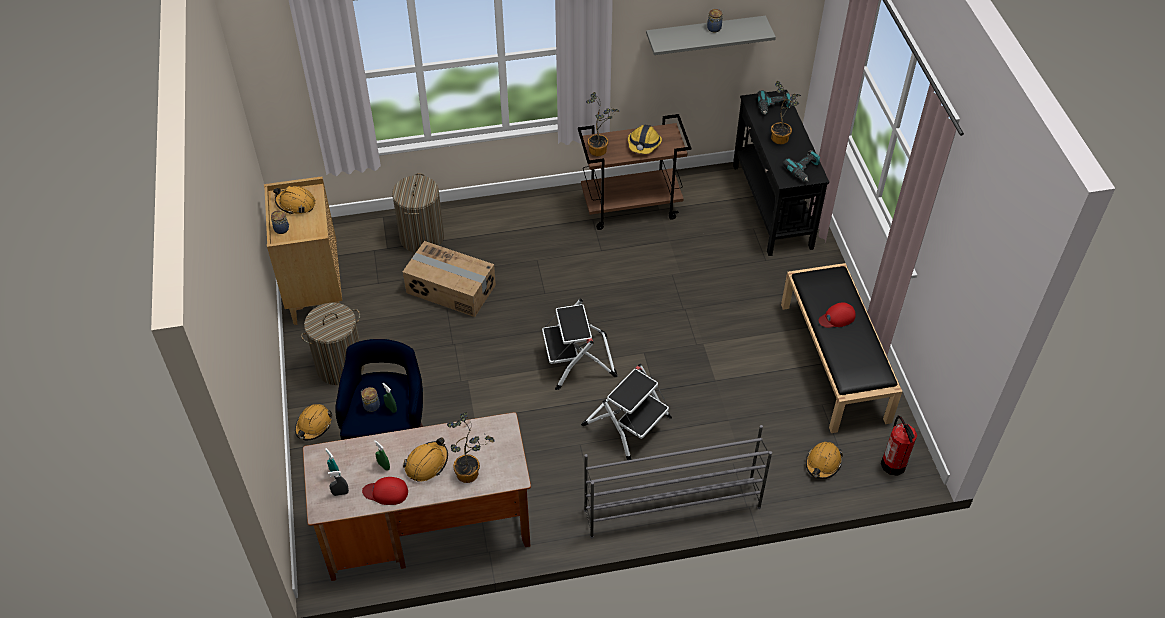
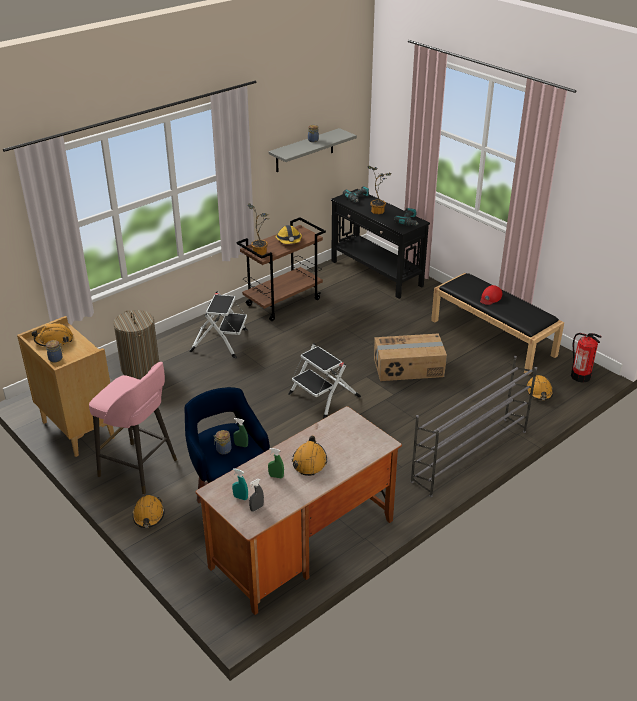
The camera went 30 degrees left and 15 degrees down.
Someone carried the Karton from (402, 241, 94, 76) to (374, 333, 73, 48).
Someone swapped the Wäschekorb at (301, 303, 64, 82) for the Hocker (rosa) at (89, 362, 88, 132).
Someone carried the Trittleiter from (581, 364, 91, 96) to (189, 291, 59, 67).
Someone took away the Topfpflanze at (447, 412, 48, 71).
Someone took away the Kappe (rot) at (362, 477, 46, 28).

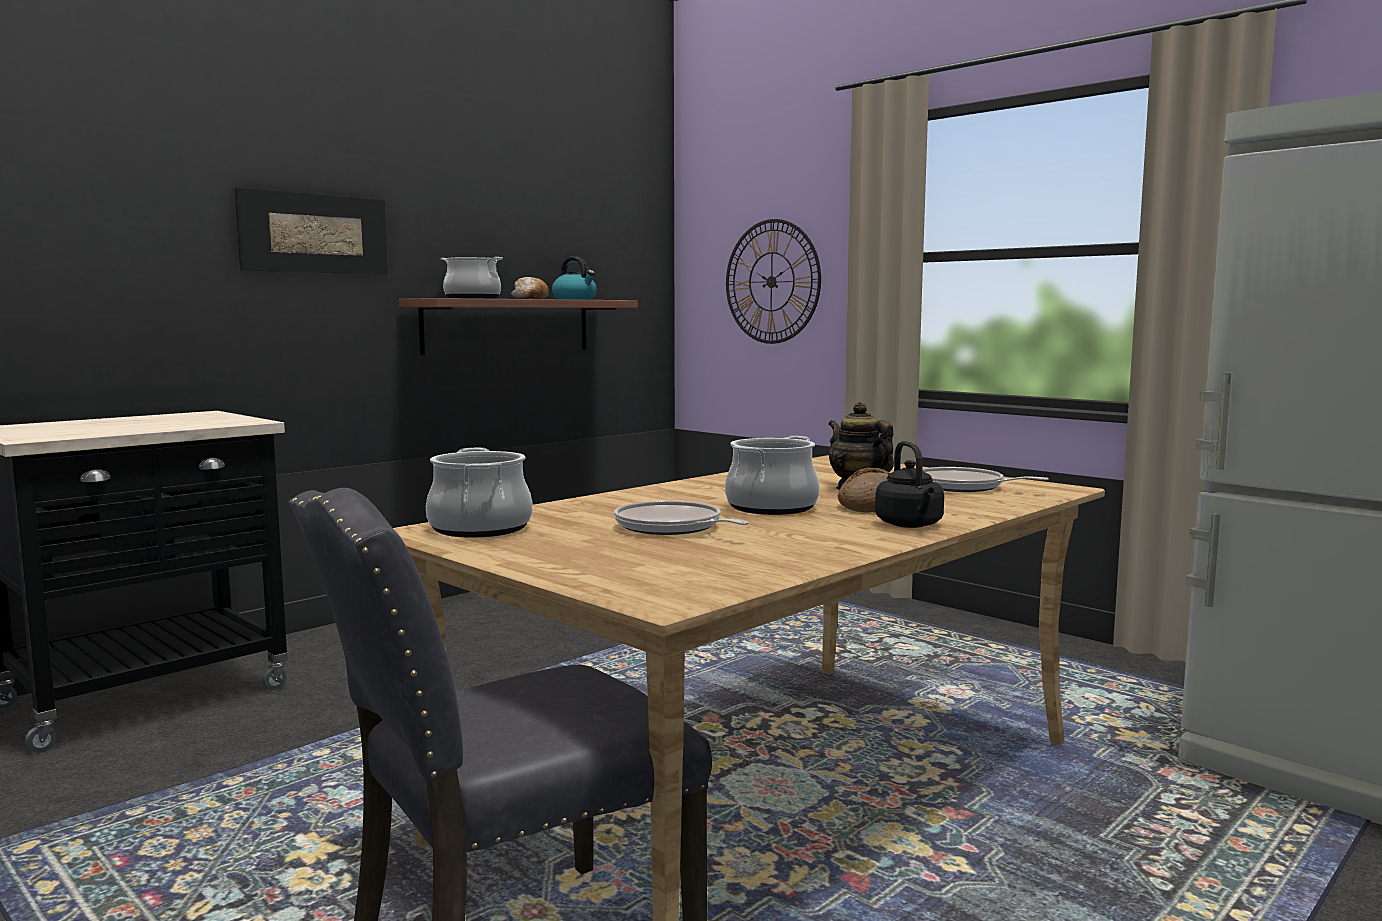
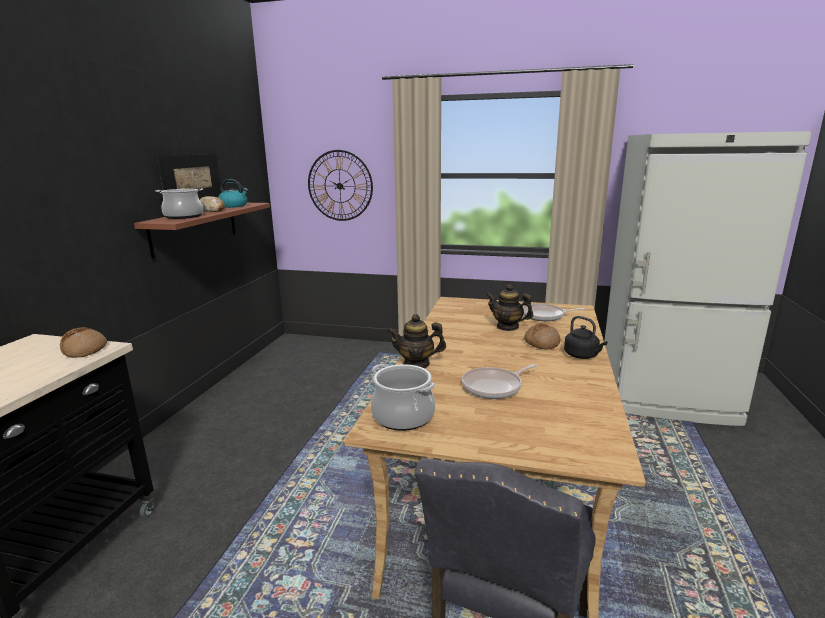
The camera went 30 degrees left and 10 degrees up.
Someone carried the Bild from (235, 188, 153, 87) to (157, 154, 64, 45).
Someone took away the Kochtopf at (725, 436, 95, 79).
Someone rotated the Pfanne at (614, 500, 135, 35) by 45 degrees counterclockwise.
Someone put down the Teekanne at (387, 314, 59, 55).
Someone put down the Brot at (60, 327, 47, 31).

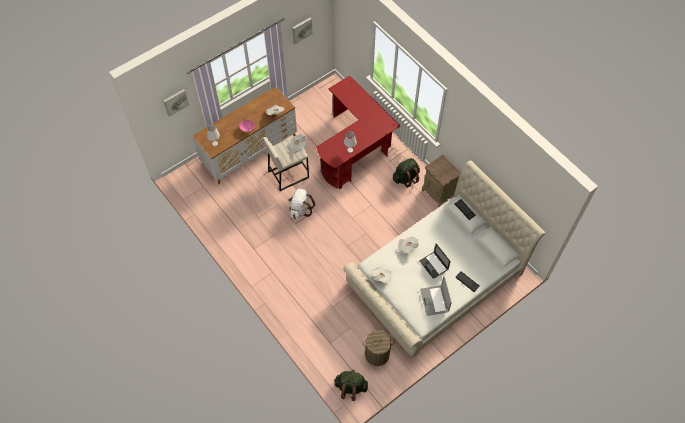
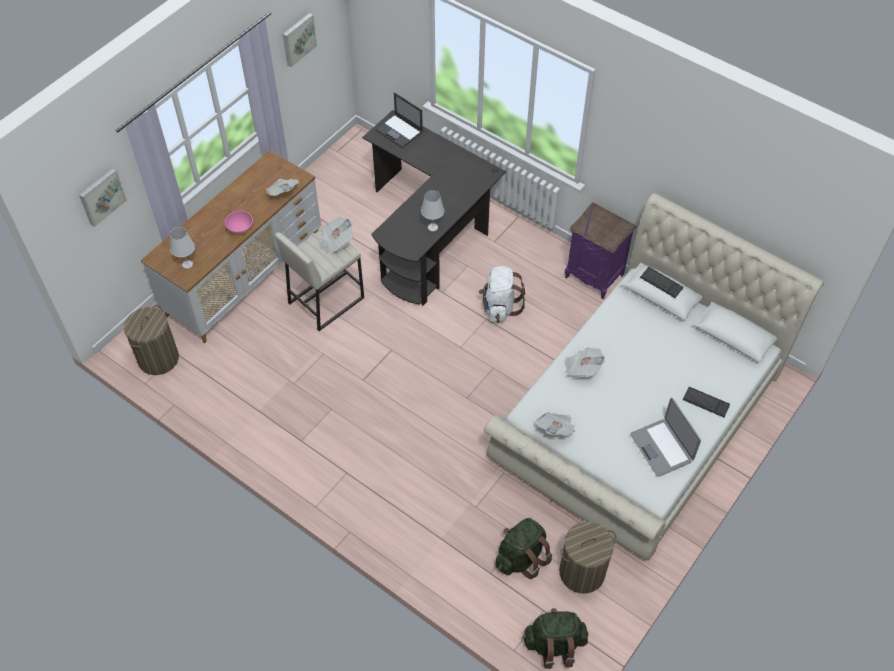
The camera went 15 degrees left and 5 degrees down.
Someone repainted the Schreibtisch (rot) at (316, 76, 84, 114), which became the Schreibtisch (schwarz) at (362, 110, 144, 196).
Someone repainted the Nachttisch (beige) at (422, 155, 39, 52), which became the Nachttisch (lila) at (565, 202, 72, 97).
Someone carried the Rucksack (grün) from (393, 158, 27, 30) to (495, 518, 57, 61).
Someone carried the Rucksack (weiß) from (288, 189, 27, 30) to (479, 266, 46, 57).
Someone carried the Laptop from (419, 244, 32, 35) to (375, 92, 48, 56).
Someone put down the Wäschekorb at (124, 305, 55, 70).

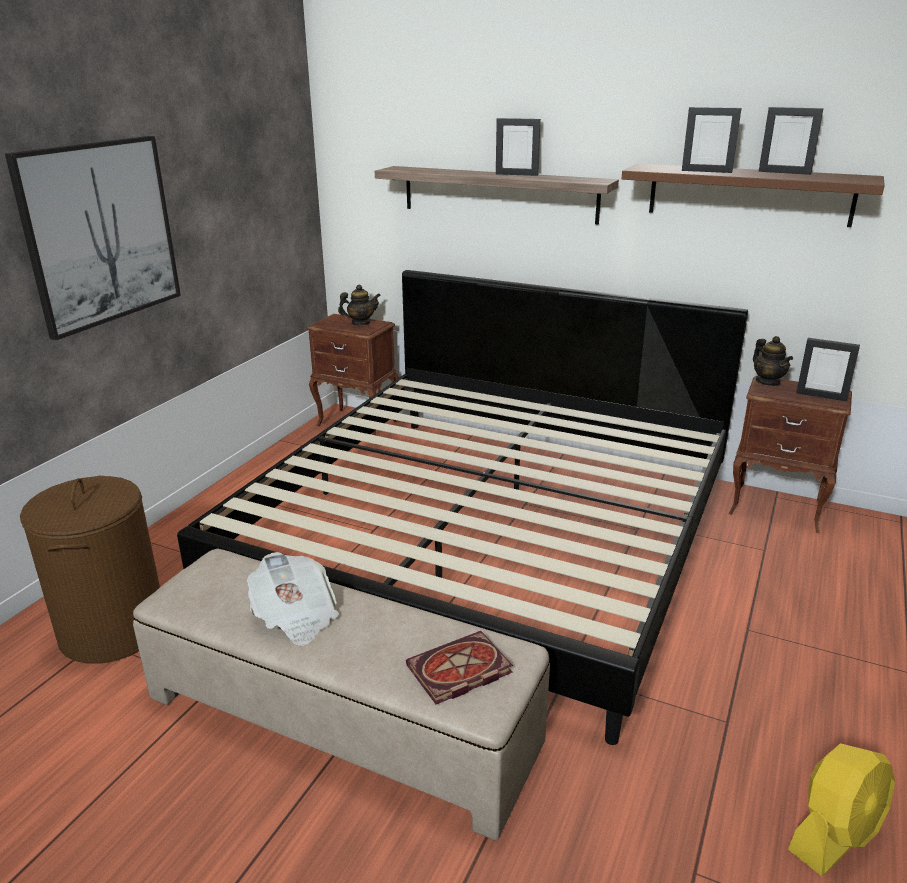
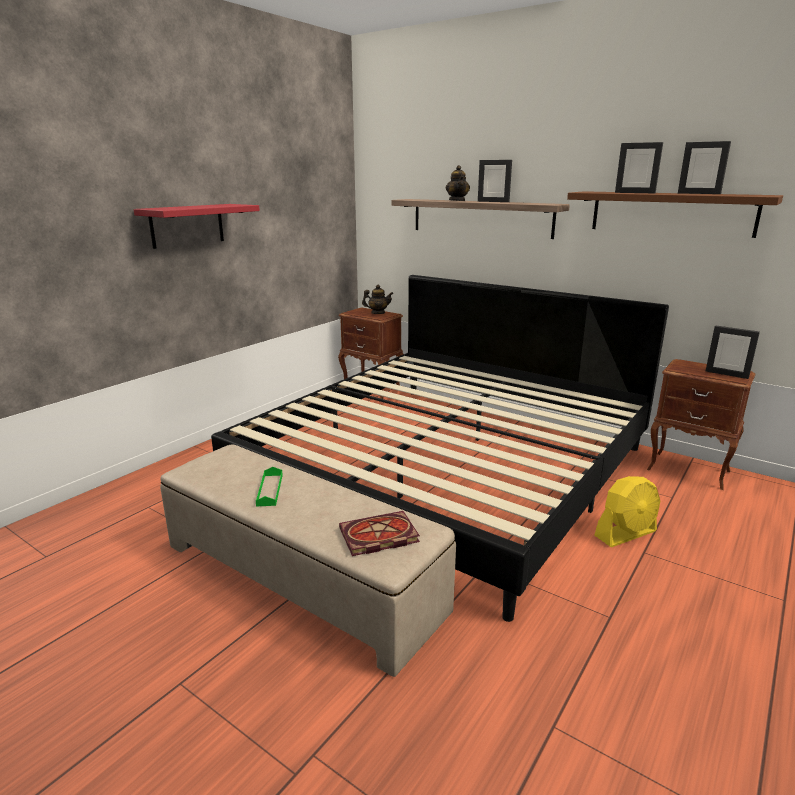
The camera went 10 degrees right and 5 degrees down.
Someone swapped the Bild at (5, 136, 176, 204) for the Wandregal (rot) at (133, 204, 127, 45).
Someone carried the Teekanne from (753, 336, 40, 50) to (446, 165, 24, 36).
Someone took away the Wäschekorb (braun) at (20, 476, 140, 188).
Someone swapped the Zeitung at (247, 552, 92, 94) for the Tablett (grün) at (256, 467, 27, 39).
Someone carried the Ventilator (gelb) from (788, 743, 107, 134) to (594, 476, 66, 71).

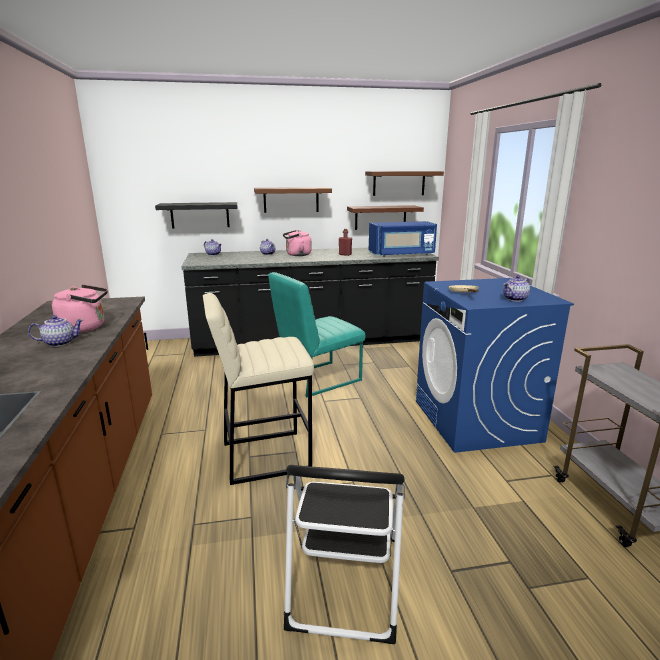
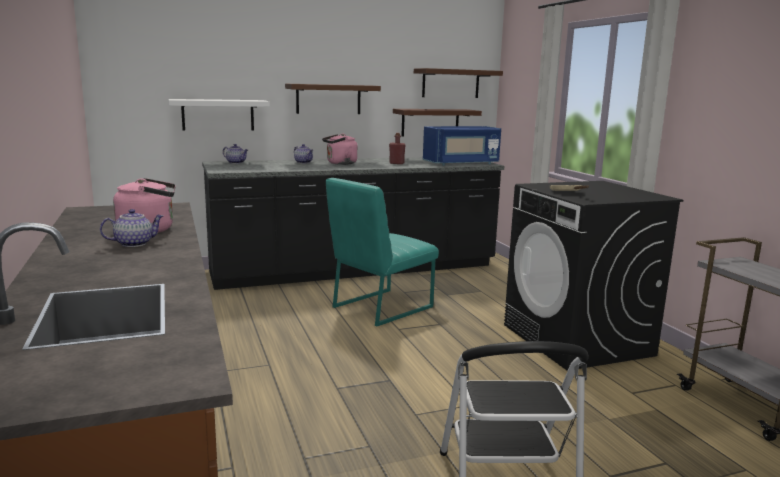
The camera went 10 degrees left and 5 degrees down.
Someone repainted the Wandregal (schwarz) at (155, 202, 82, 27), which became the Wandregal (weiß) at (168, 99, 102, 32).
Someone took away the Teekanne at (503, 275, 27, 26).
Someone repainted the Waschmaschine (blau) at (416, 278, 158, 175), which became the Waschmaschine (schwarz) at (504, 181, 179, 190).
Someone took away the Hocker (beige) at (203, 293, 111, 192).

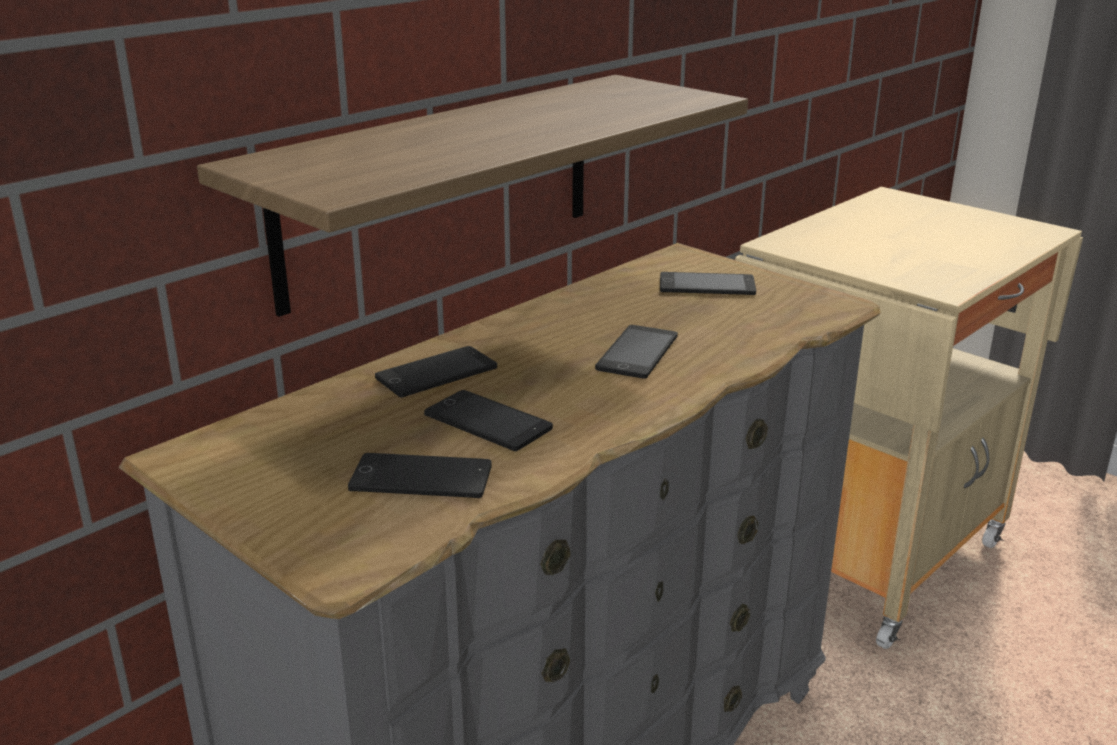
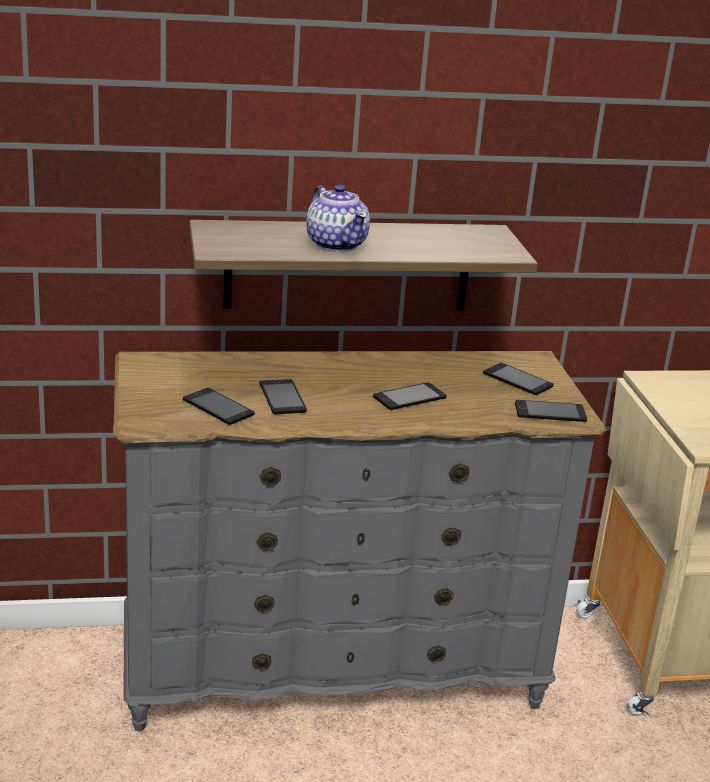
The camera went 35 degrees right and 0 degrees up.
Someone carried the Handy from (375, 346, 122, 52) to (515, 400, 72, 22).
Someone put down the Teekanne at (306, 185, 64, 67).

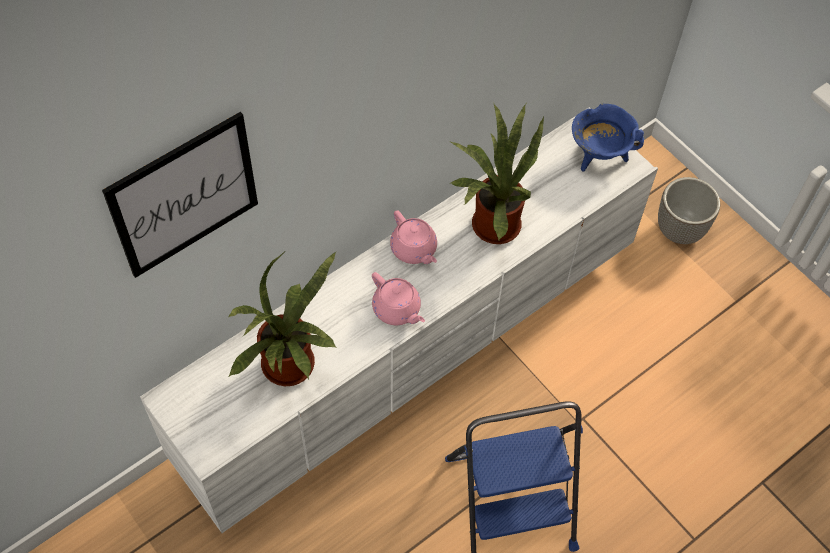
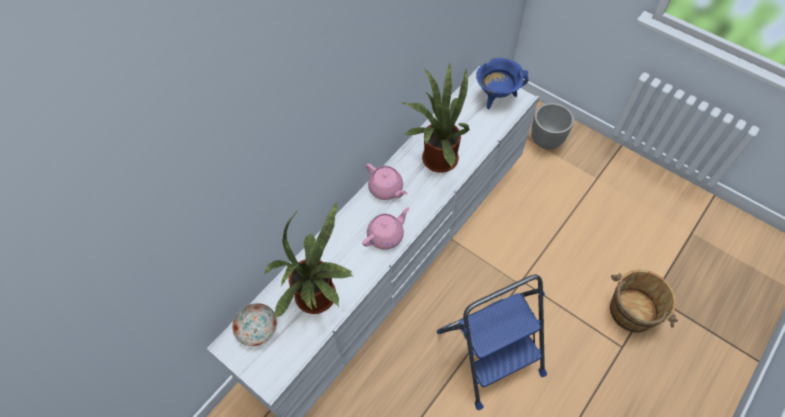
The camera went 10 degrees left and 0 degrees up.
Someone took away the Bild at (102, 112, 156, 166).
Someone rotated the Teekanne (rosa) at (372, 272, 53, 53) by 75 degrees counterclockwise.
Someone put down the Eimer (braun) at (610, 270, 68, 62).
Someone put down the Teller at (232, 303, 45, 43).

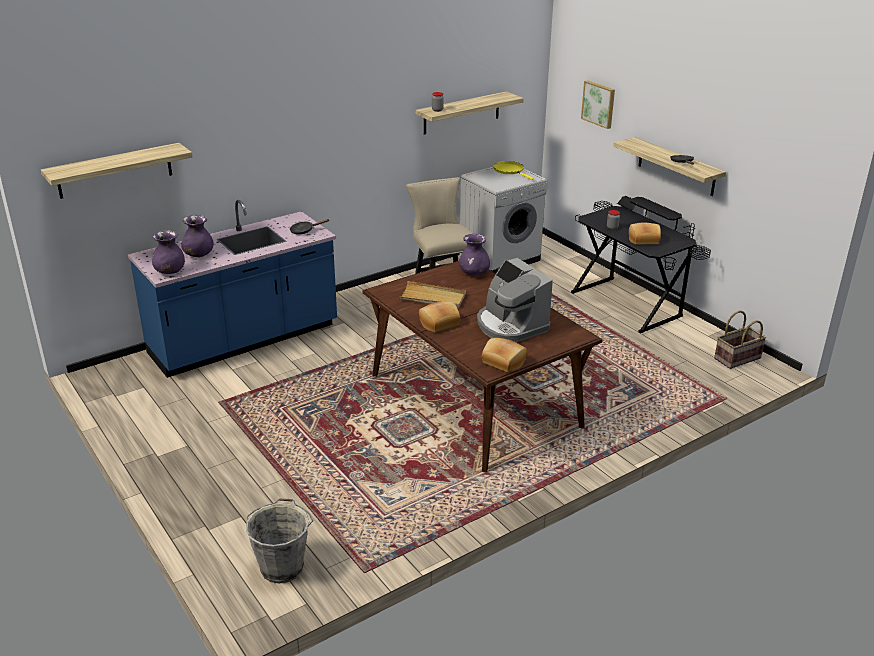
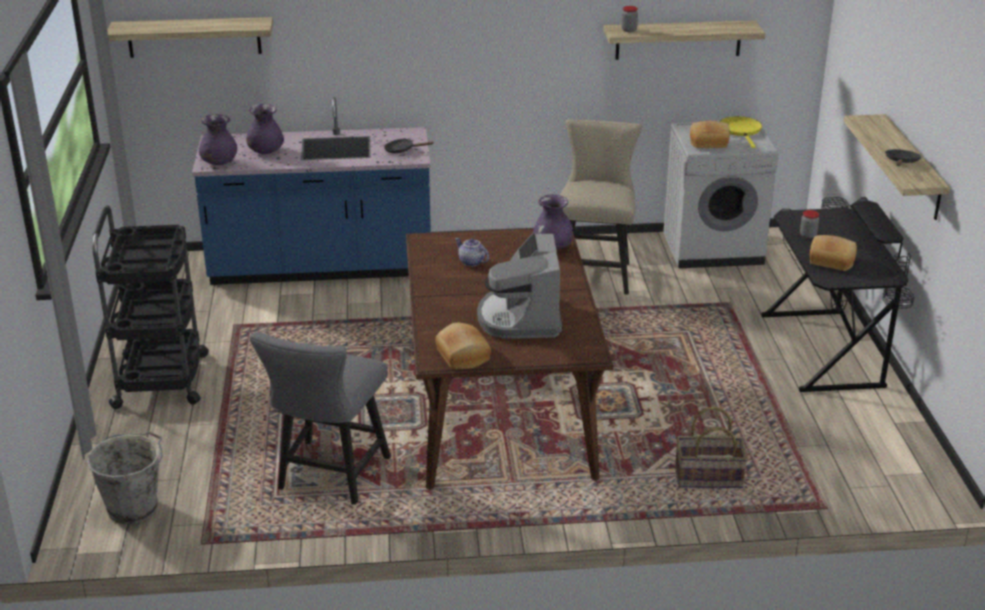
The camera went 30 degrees right and 0 degrees up.
Someone took away the Bild at (581, 80, 34, 49).
Someone swapped the Tablett (beige) at (398, 281, 68, 27) for the Teekanne at (455, 238, 34, 29).
Someone carried the Brot from (419, 301, 42, 31) to (690, 121, 40, 27).
Someone carried the Korb from (714, 310, 52, 59) to (675, 407, 73, 81).
Someone put down the Rollwagen (schwarz) at (92, 205, 117, 204).
Someone put down the Stuhl (grau) at (250, 332, 141, 172).

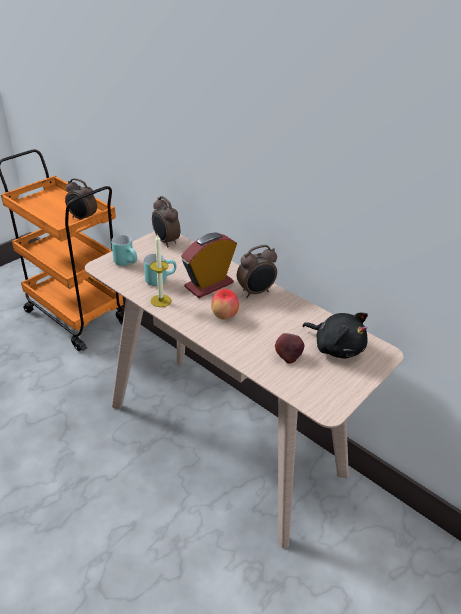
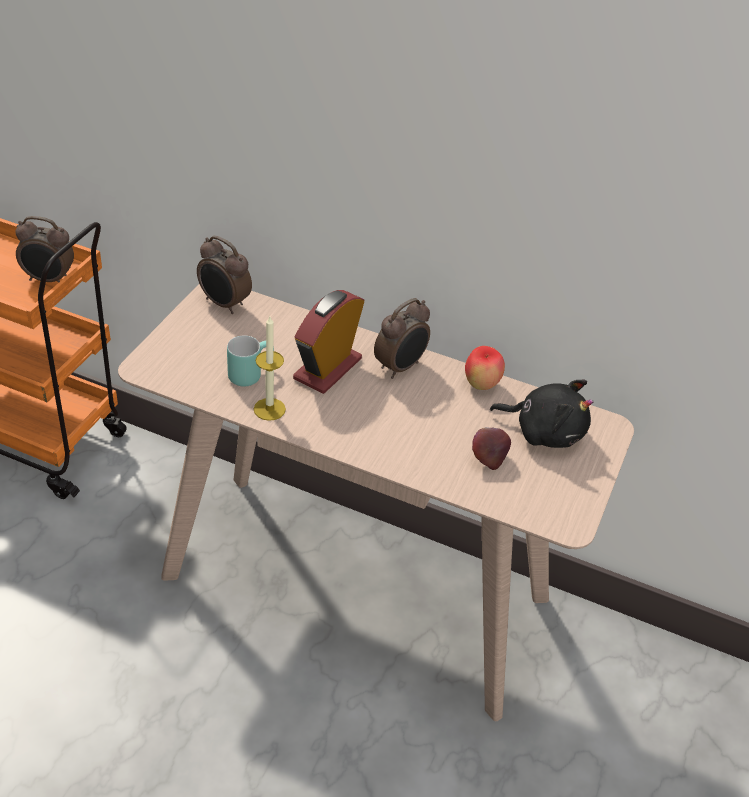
The camera went 20 degrees left and 5 degrees up.
Someone took away the Henkelbecher (türkis) at (111, 235, 26, 31).
Someone carried the Apfel from (211, 289, 28, 30) to (465, 346, 40, 44).

